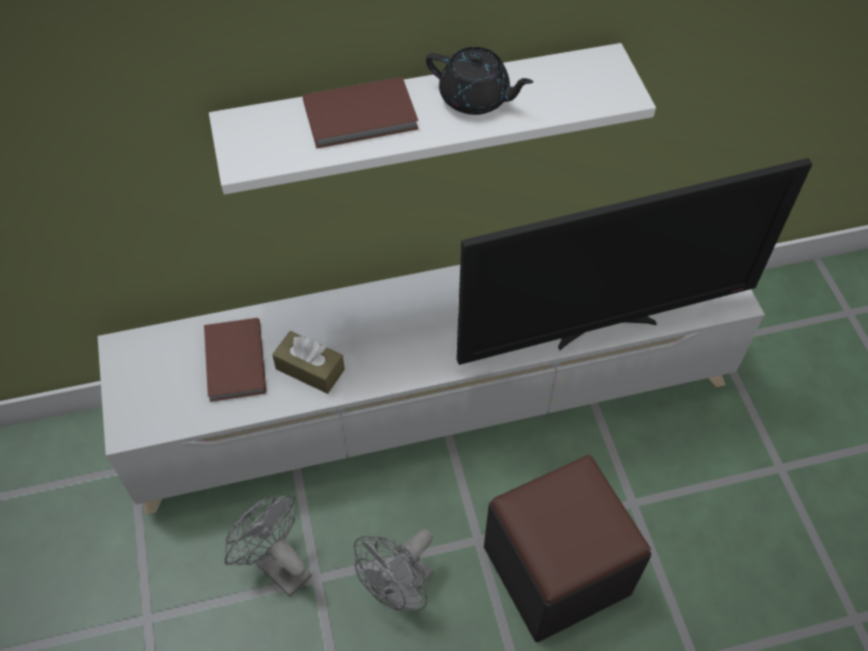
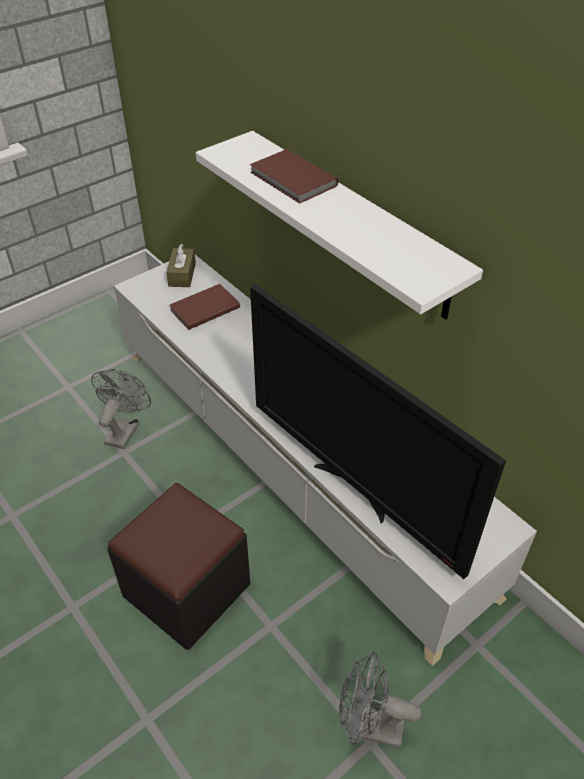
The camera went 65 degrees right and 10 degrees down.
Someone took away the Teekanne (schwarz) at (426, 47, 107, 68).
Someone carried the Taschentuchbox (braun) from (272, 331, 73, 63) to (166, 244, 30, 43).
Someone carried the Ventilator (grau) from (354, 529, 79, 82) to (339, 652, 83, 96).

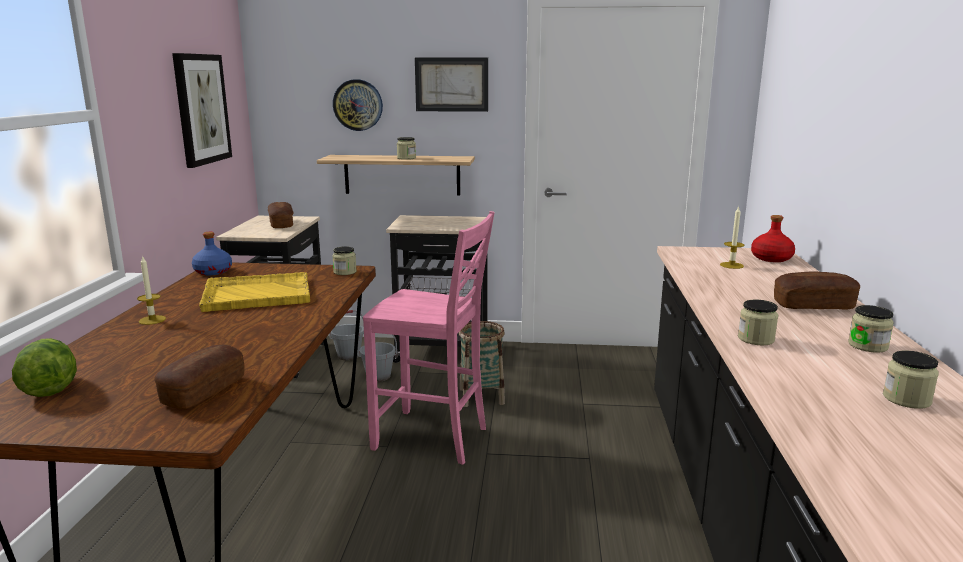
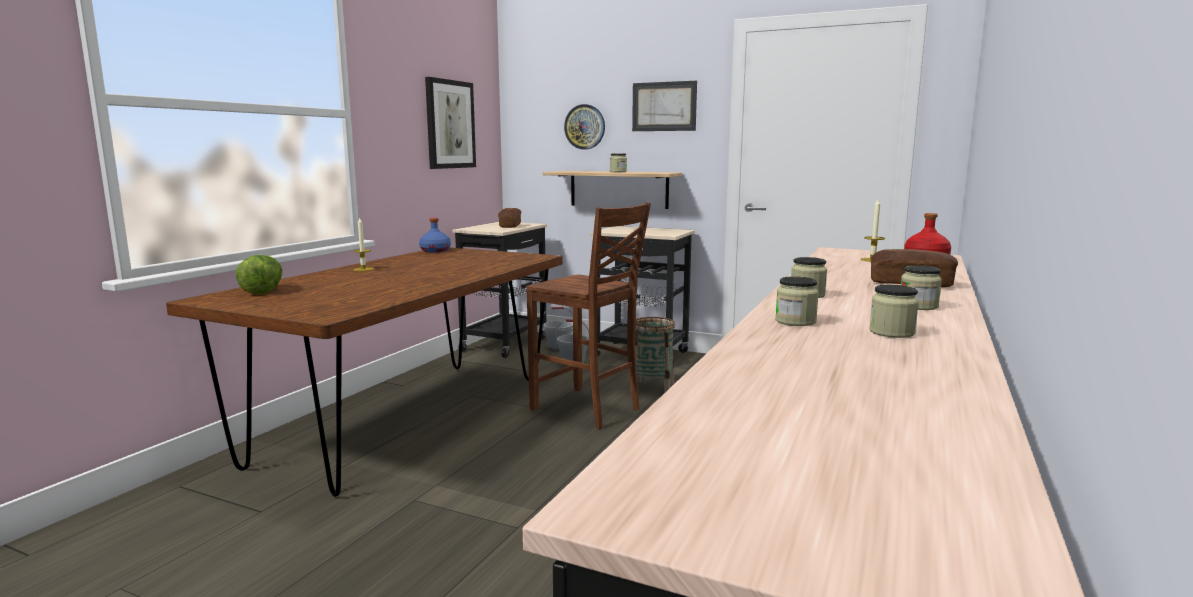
The camera went 20 degrees right and 5 degrees down.
Someone repainted the Stuhl (rosa) at (363, 211, 132, 254), which became the Stuhl (braun) at (526, 202, 125, 227).
Someone carried the Vorratsglas from (332, 246, 25, 29) to (775, 276, 44, 50).
Someone took away the Tablett (gelb) at (199, 272, 111, 40).
Someone took away the Brot at (154, 345, 91, 64).

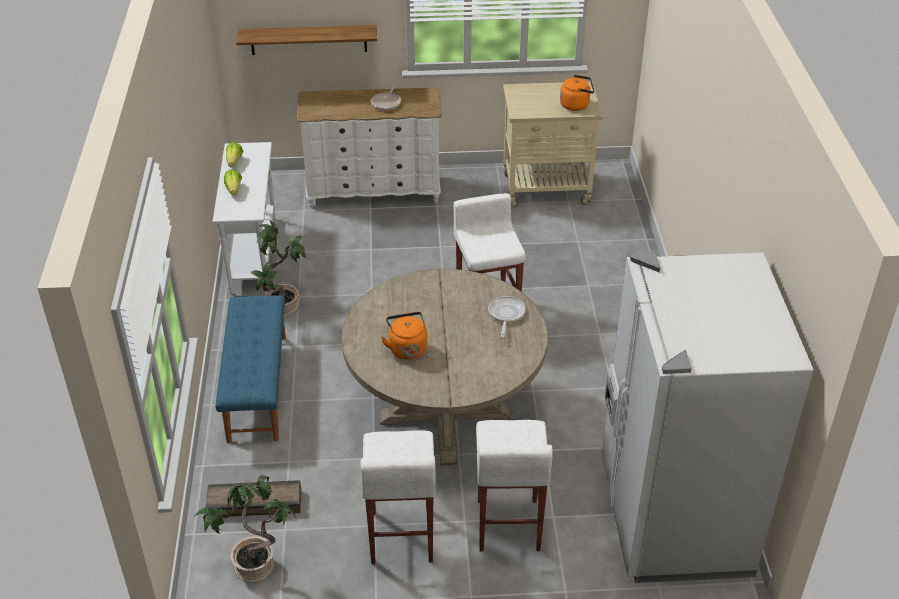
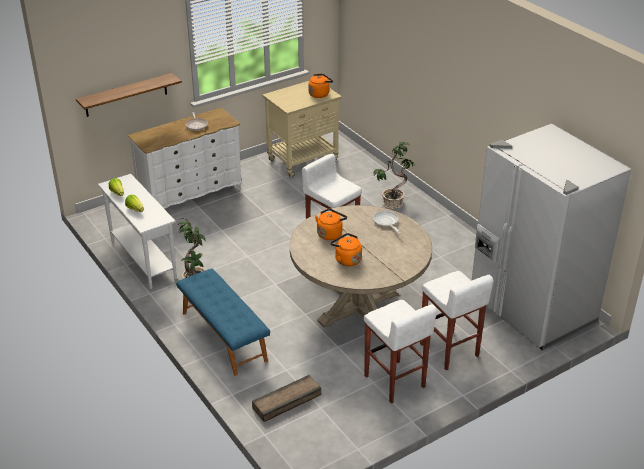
The camera went 30 degrees left and 5 degrees down.
Someone carried the Topfpflanze from (194, 475, 102, 107) to (373, 142, 42, 67).
Someone put down the Wasserkessel (orange) at (315, 209, 32, 31).

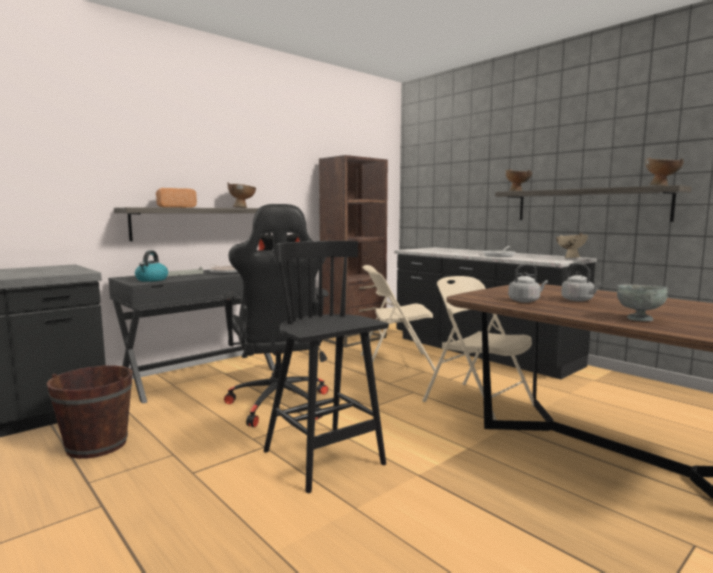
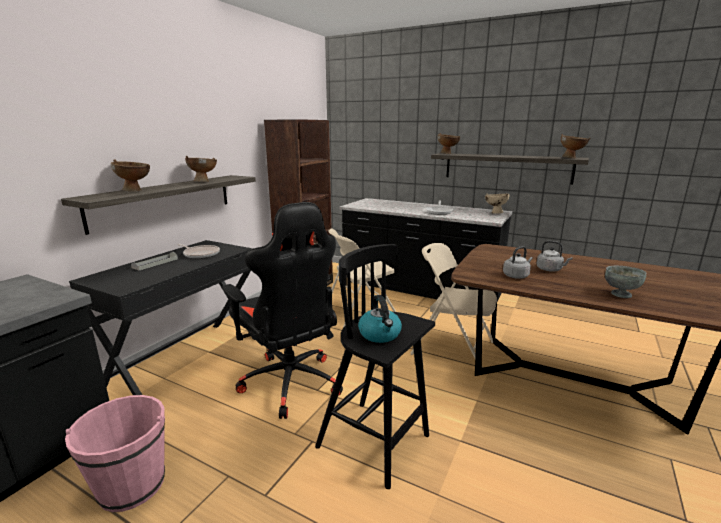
The camera went 20 degrees left and 10 degrees up.
Someone swapped the Brot at (156, 188, 41, 20) for the Schüssel (braun) at (111, 159, 39, 32).
Someone carried the Wasserkessel from (135, 251, 33, 31) to (358, 295, 44, 48).
Someone repainted the Eimer (braun) at (46, 365, 87, 94), which became the Eimer (rosa) at (65, 395, 100, 117).

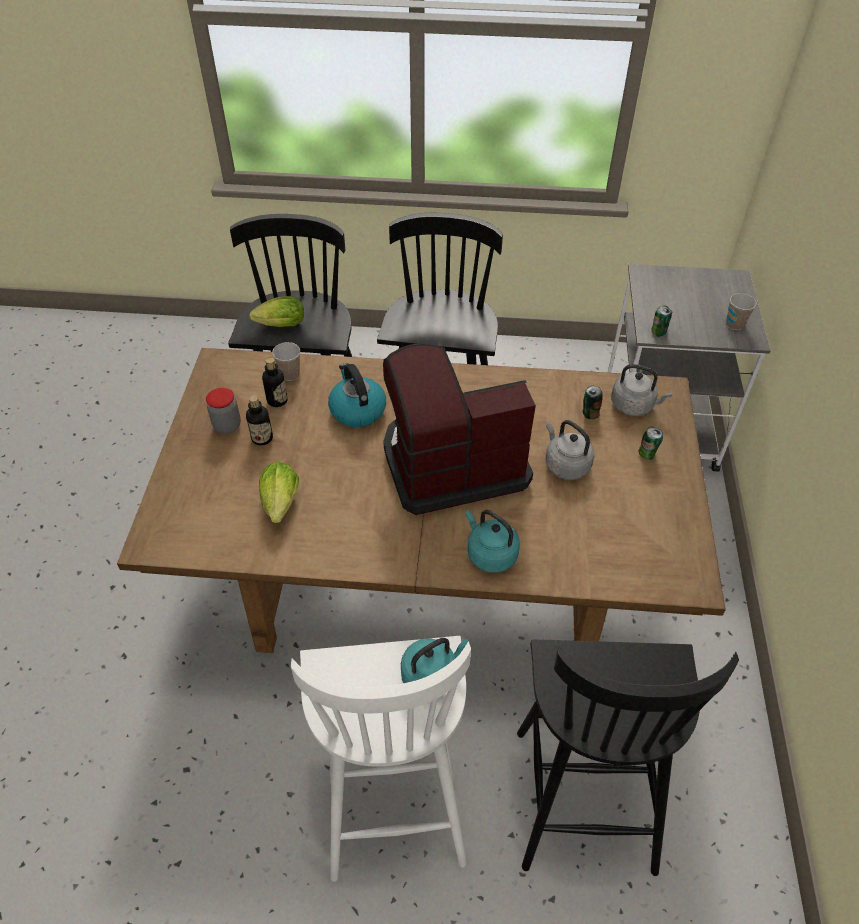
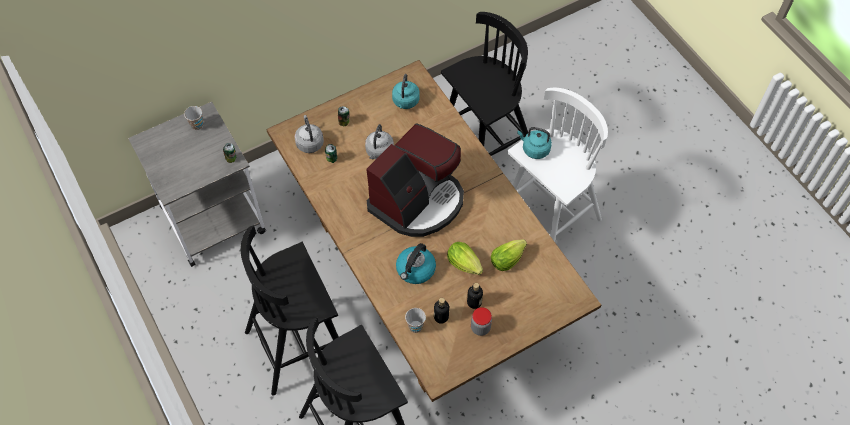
The camera went 125 degrees left and 10 degrees up.
Someone carried the Salatkopf from (249, 296, 55, 31) to (447, 242, 36, 33).
Someone rotated the Kaffeemaschine at (383, 343, 153, 172) by 90 degrees counterclockwise.
Someone carried the Wasserkessel (türkis) from (465, 510, 55, 63) to (392, 74, 28, 35).

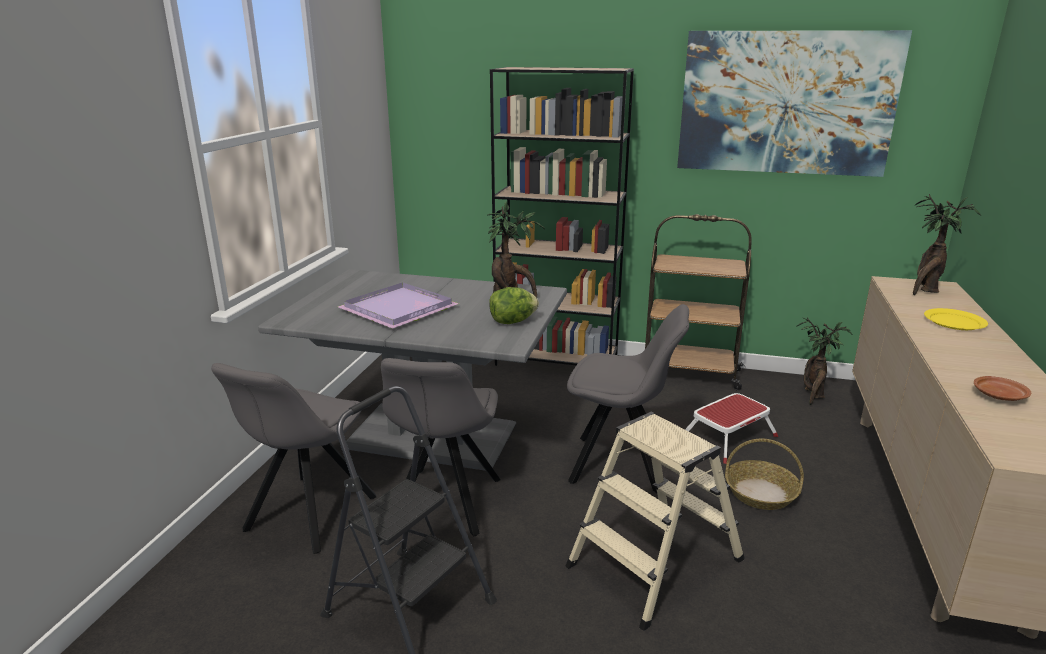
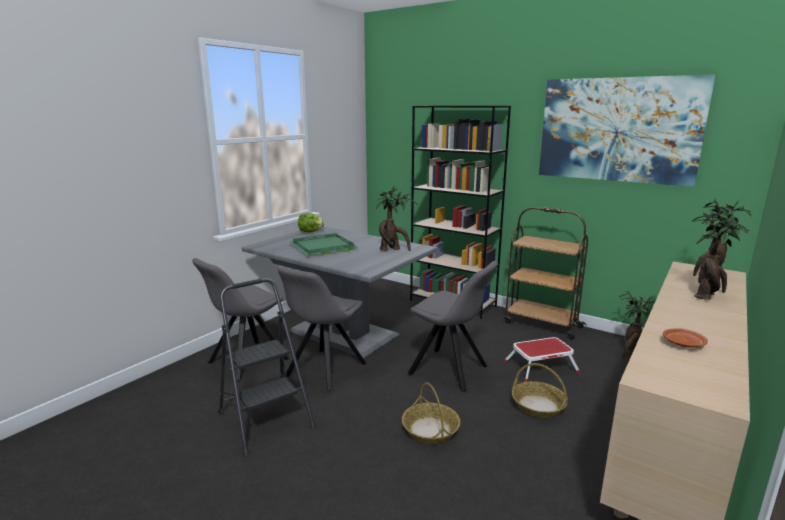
The camera went 20 degrees right and 5 degrees down.
Someone repainted the Tablett (lila) at (338, 282, 121, 47), which became the Tablett (grün) at (290, 233, 69, 22).
Someone carried the Salatkopf from (489, 287, 50, 37) to (298, 213, 26, 19).
Someone swapped the Teller (gelb) at (924, 308, 64, 22) for the Topfpflanze at (692, 208, 57, 92).
Someone swapped the Trittleiter (beige) at (566, 412, 179, 219) for the Korb at (402, 382, 58, 62).

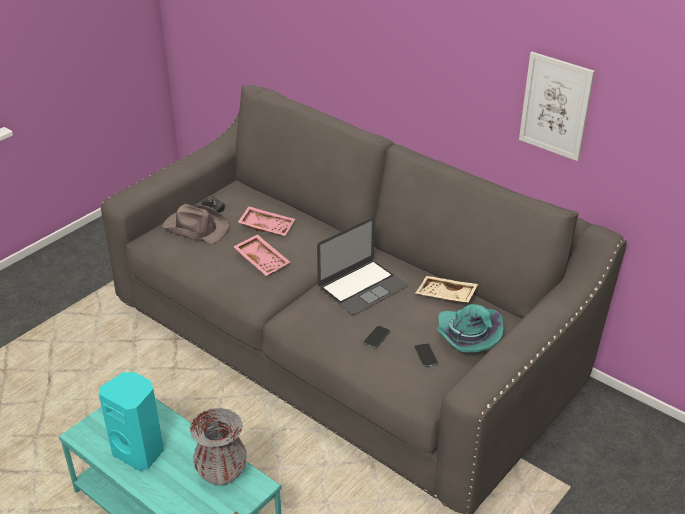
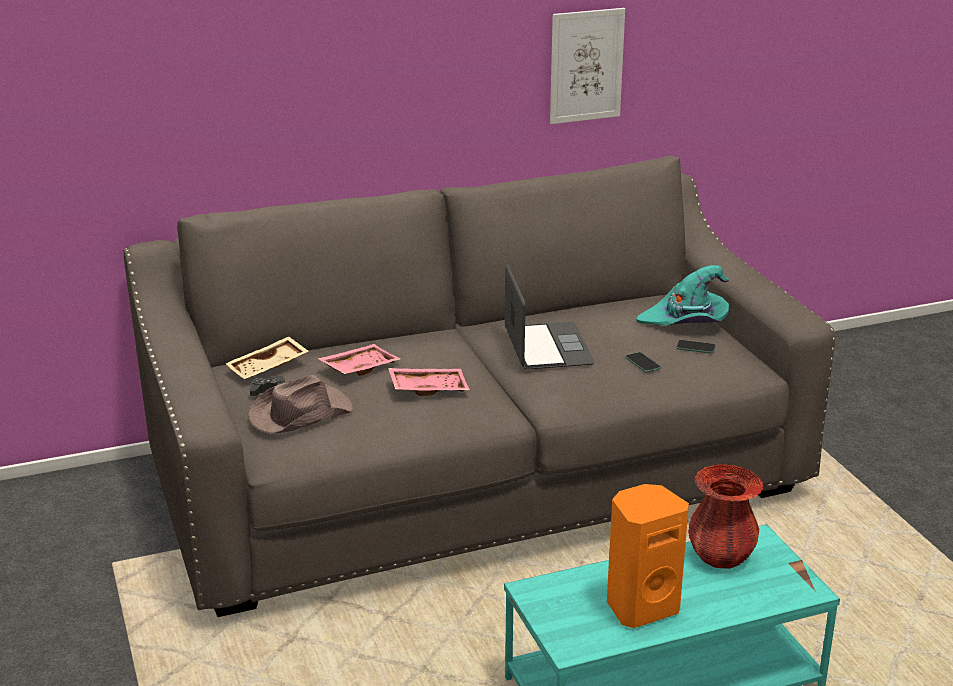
The camera went 60 degrees left and 10 degrees down.
Someone carried the Tablett (beige) from (415, 276, 63, 27) to (226, 336, 83, 43).
Someone repainted the Lautsprecher (türkis) at (99, 372, 65, 99), which became the Lautsprecher (orange) at (607, 484, 82, 144).
Someone repainted the Vase (grau) at (190, 408, 57, 77), which became the Vase (rot) at (688, 464, 75, 105).

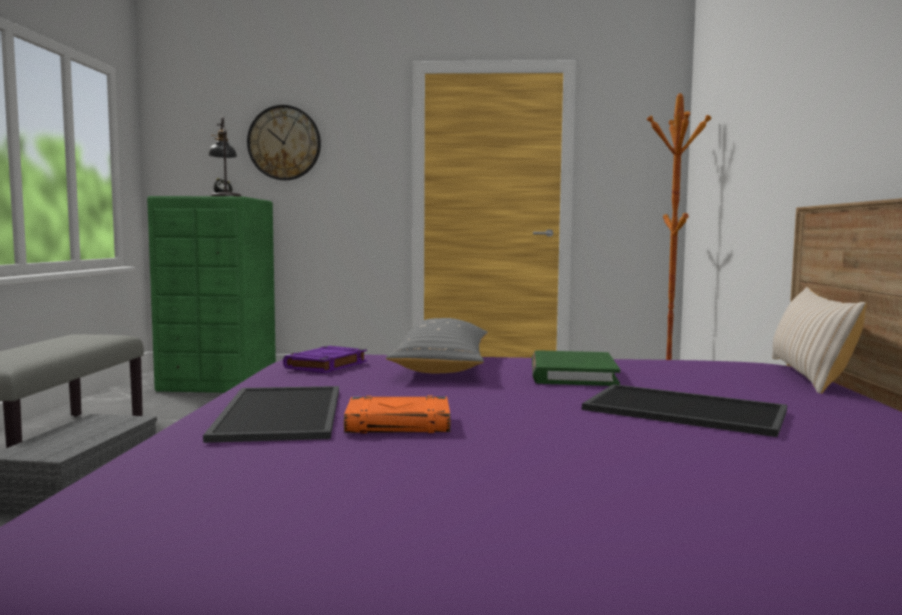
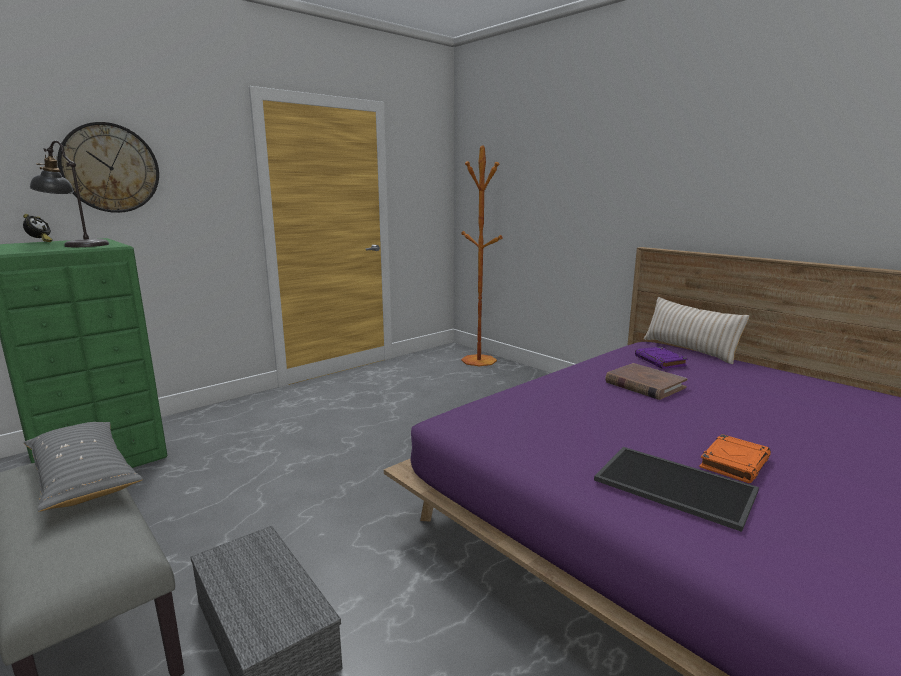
The camera went 45 degrees left and 10 degrees up.
Someone carried the Kissen (grau) from (386, 318, 102, 55) to (24, 422, 119, 90).
Someone carried the Buch (lila) from (283, 346, 84, 27) to (635, 347, 53, 22).
Someone repainted the Buch (grün) at (532, 350, 88, 36), which became the Buch (braun) at (605, 363, 83, 37).
Someone took away the Tablett at (582, 384, 205, 53).

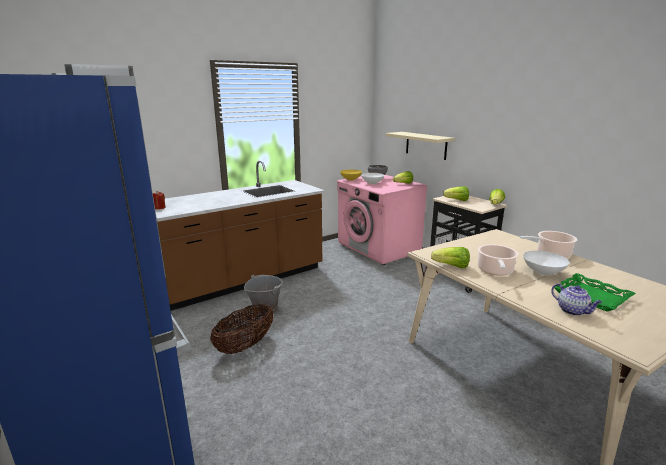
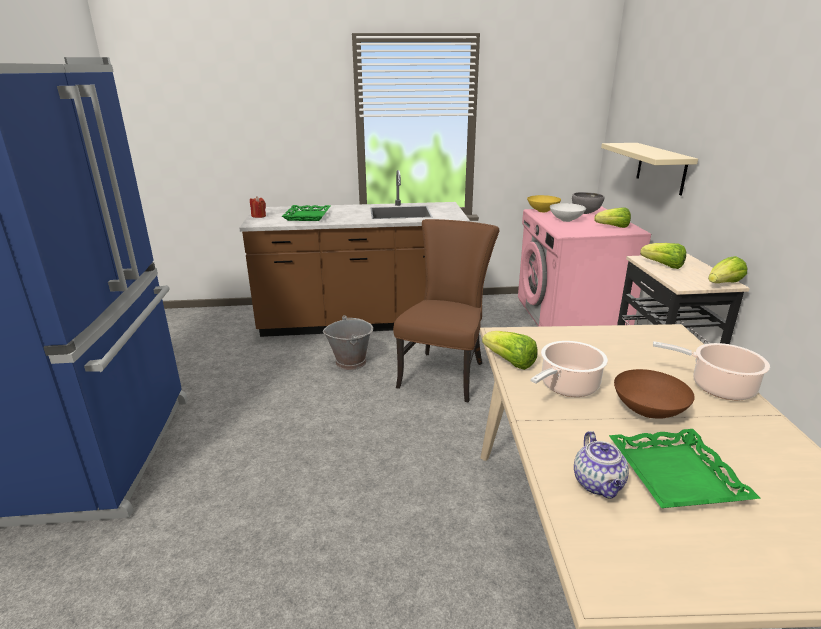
The camera went 30 degrees right and 5 degrees up.
Someone repainted the Schüssel (weiß) at (523, 251, 46, 24), which became the Schüssel (braun) at (614, 369, 81, 50).
Someone took away the Korb at (210, 304, 64, 50).
Someone put down the Tablett (grün) at (282, 205, 48, 16).
Someone put down the Stuhl (braun) at (393, 219, 107, 184).

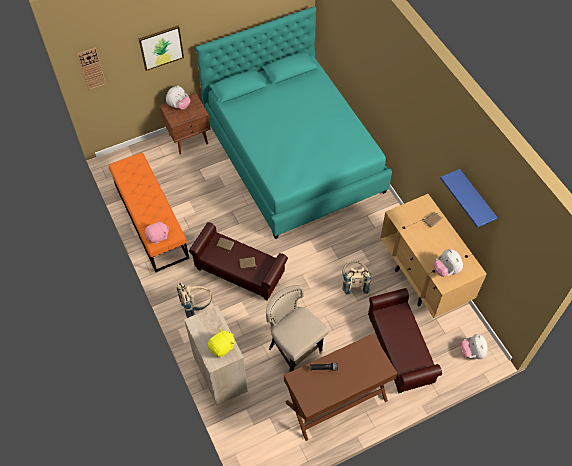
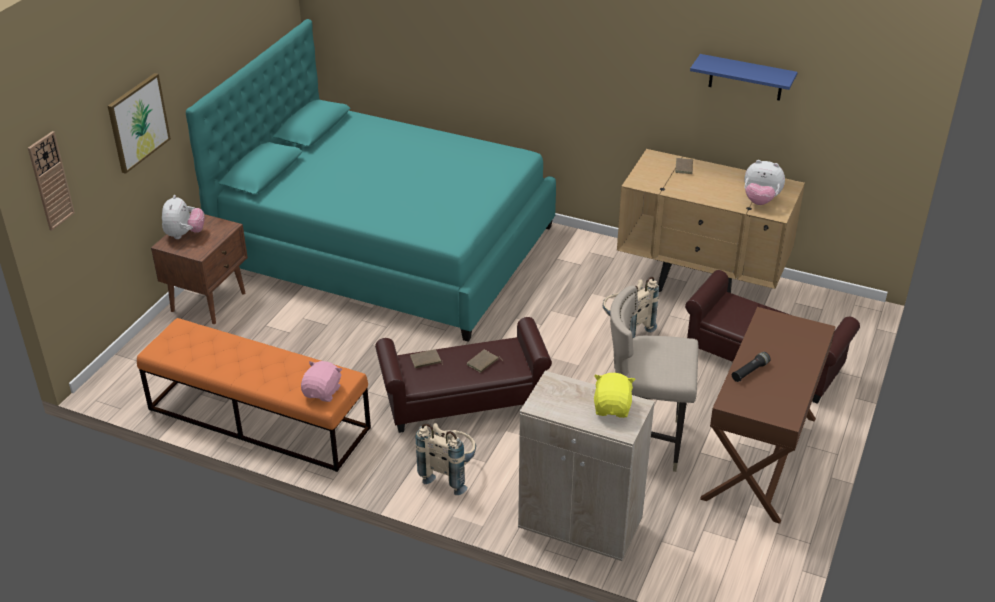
The camera went 40 degrees left and 20 degrees down.
Someone took away the Plüschtier at (460, 334, 27, 25).

